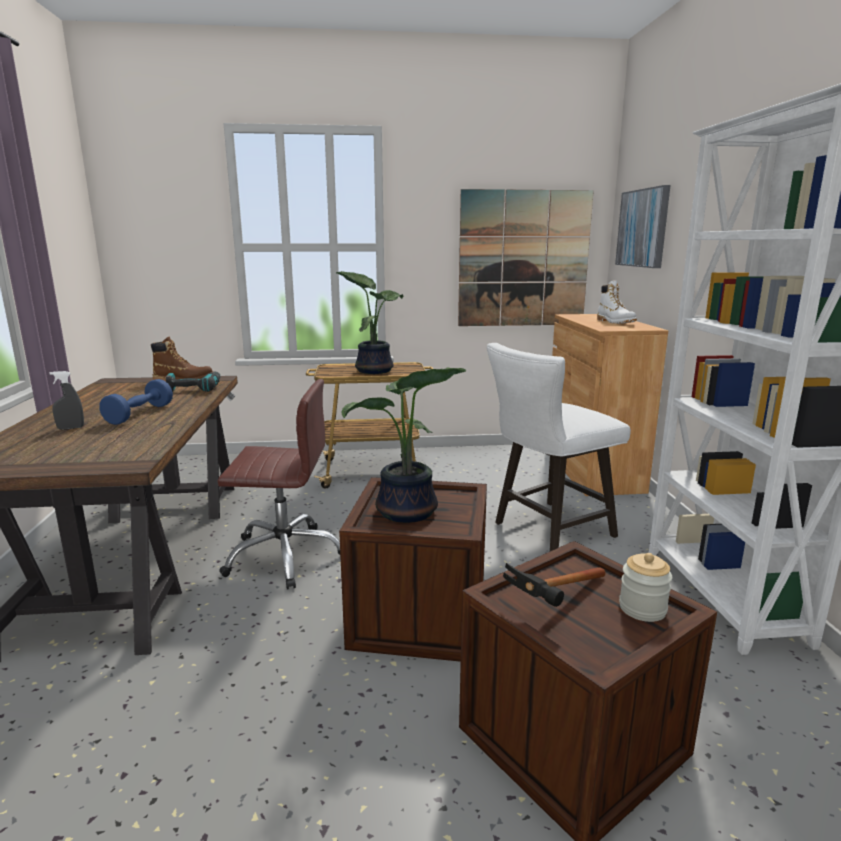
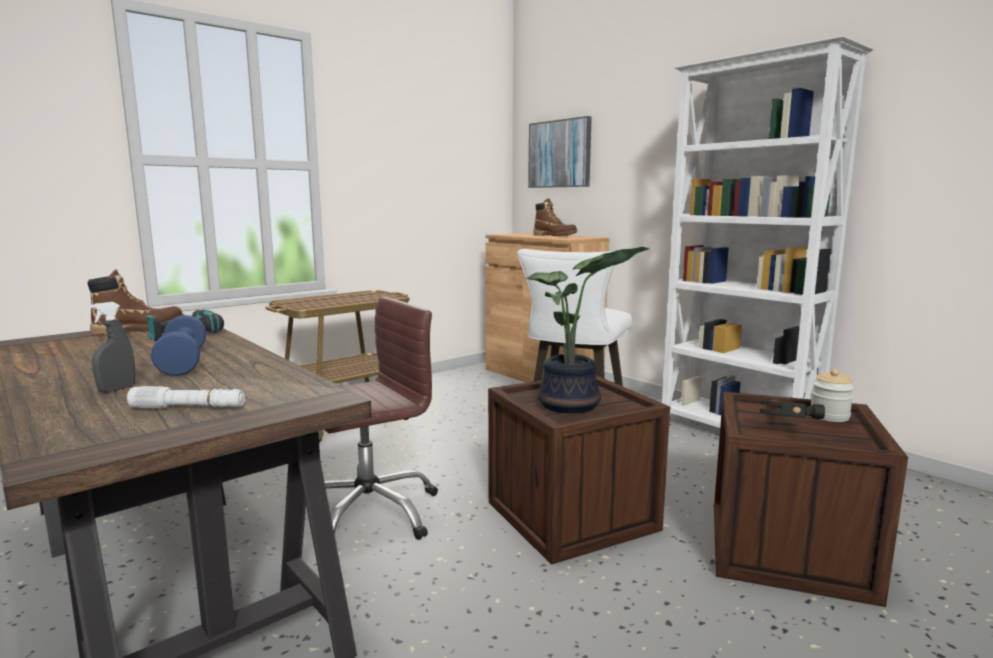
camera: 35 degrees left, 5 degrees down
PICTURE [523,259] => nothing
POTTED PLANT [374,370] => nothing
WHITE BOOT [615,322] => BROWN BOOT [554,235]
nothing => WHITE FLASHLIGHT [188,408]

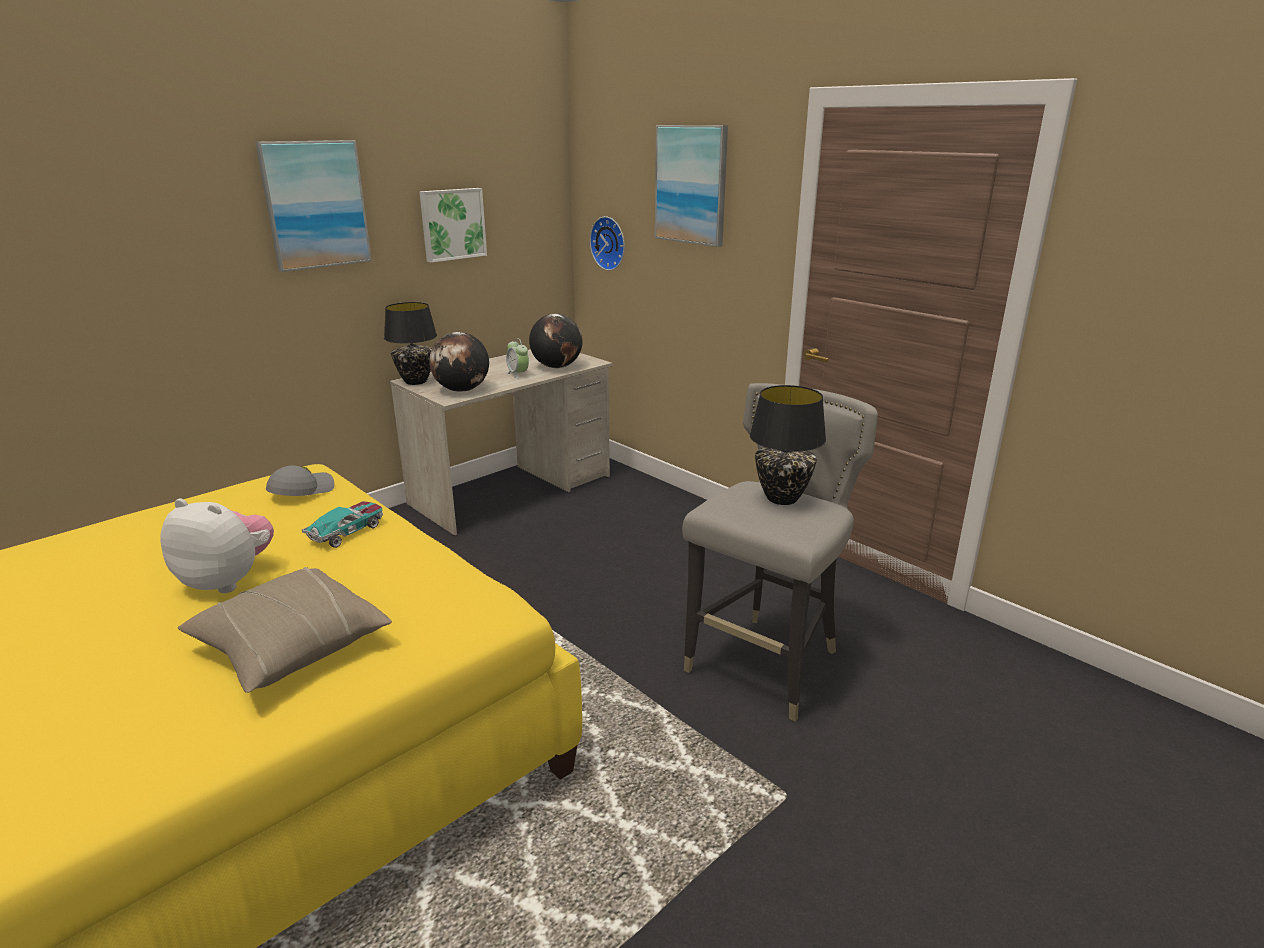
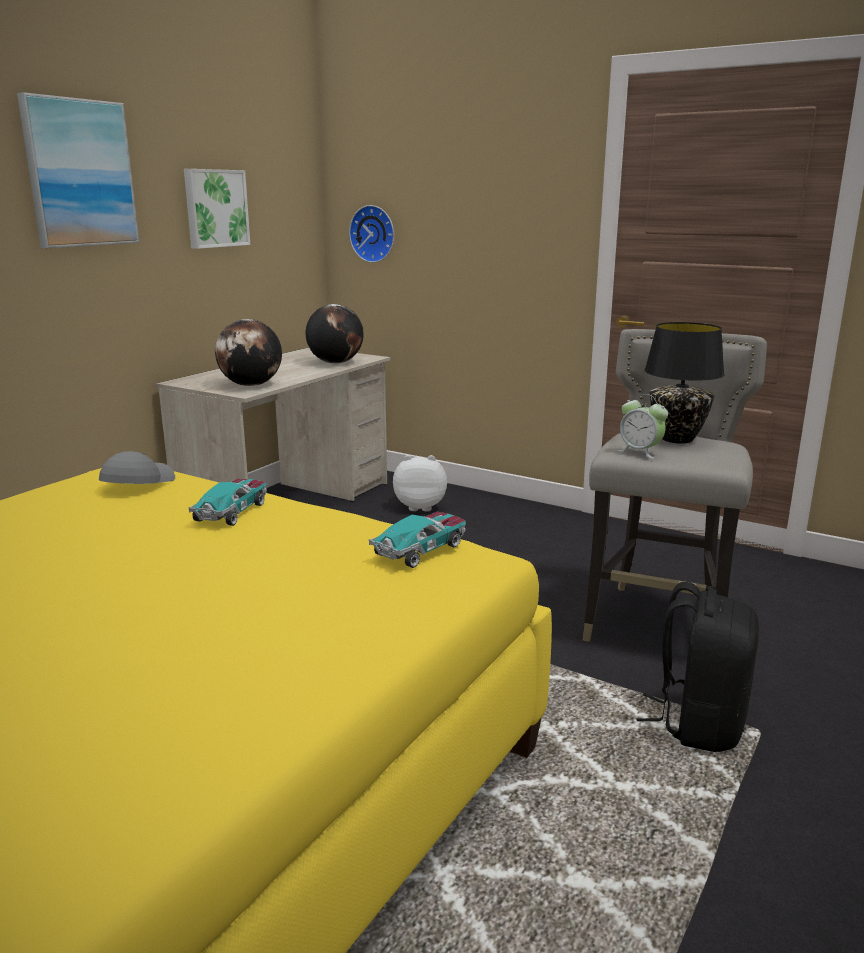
camera: 15 degrees left, 5 degrees down
PICTURE [691,185] => nothing
BLACK TABLE LAMP [415,381] => nothing
ALARM CLOCK [518,374] => ALARM CLOCK [640,452], move
PLUSH TOY [228,580] => PLUSH TOY [420,506], move
BEIGE PILLOW [290,647] => nothing
nothing => TOY CAR [420,549]
nothing => BLACK BACKPACK [698,723]

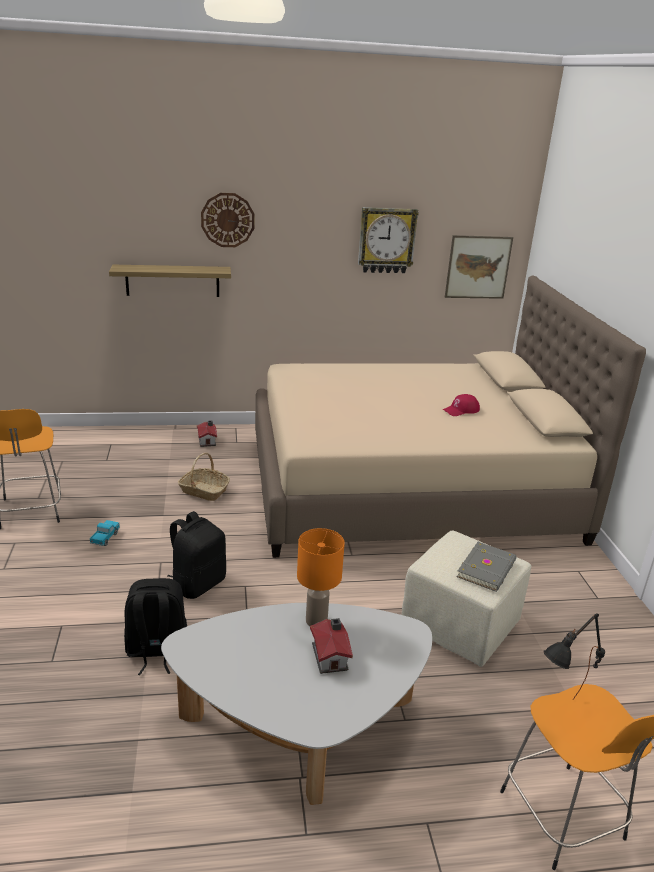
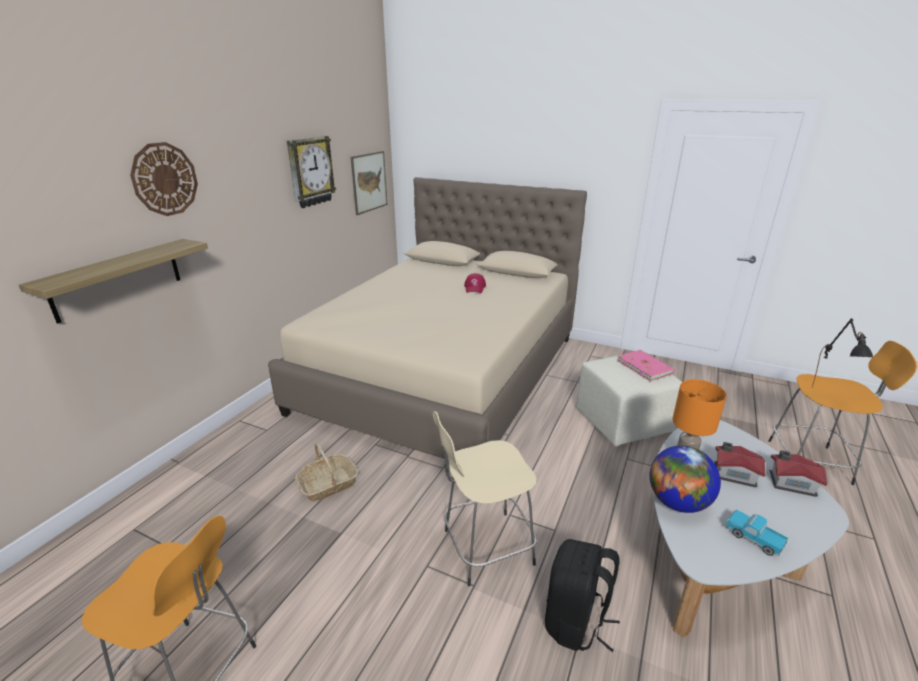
camera: 55 degrees left, 0 degrees up
TOY HOUSE [207,440] => TOY HOUSE [790,482], move
BLACK BACKPACK [198,584] => BEIGE STOOL [485,548]
TOY TRUCK [105,538] => TOY TRUCK [753,538], move
GREY BOOK [487,569] => PINK BOOK [645,367]
nothing => GLOBE [677,502]

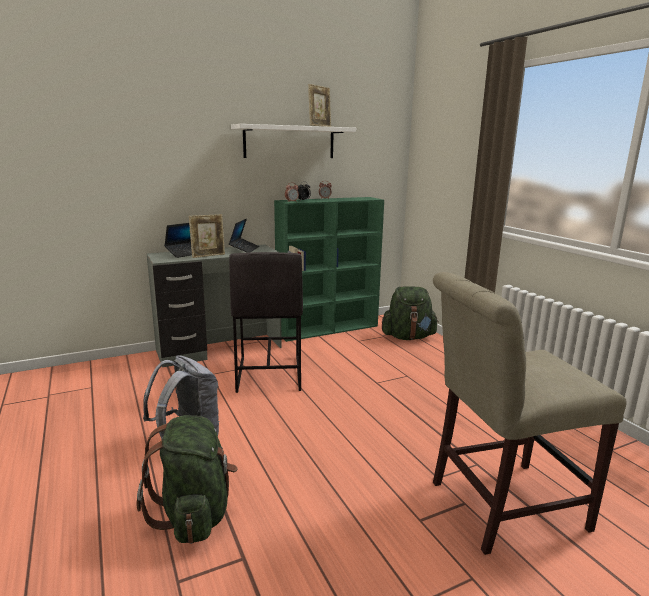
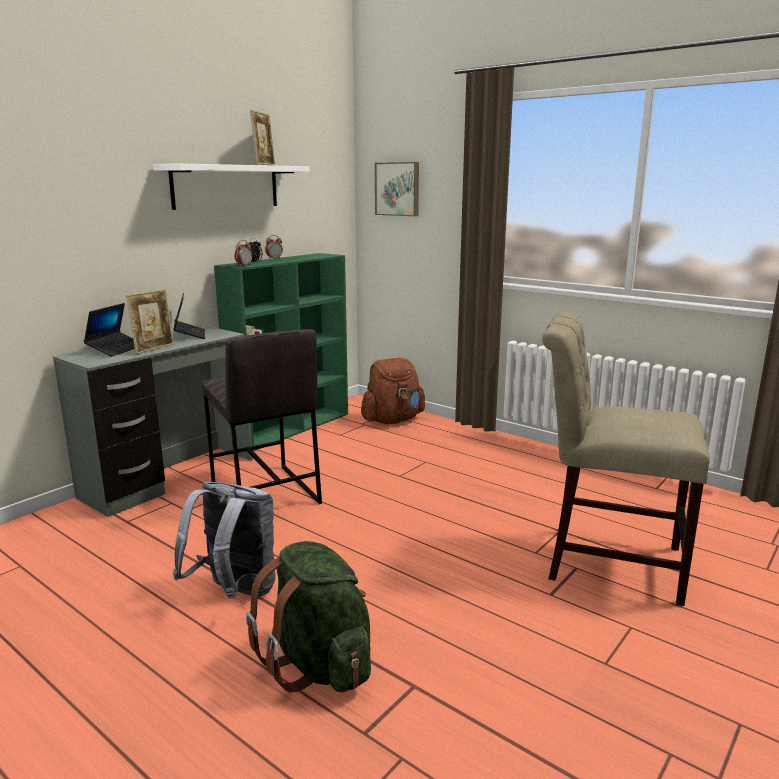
camera: 25 degrees left, 0 degrees up
BEIGE CHAIR [499,505] => BEIGE CHAIR [605,561], 60 degrees clockwise
GREEN BACKPACK [408,337] => BROWN BACKPACK [392,420]
nothing => PICTURE [398,189]

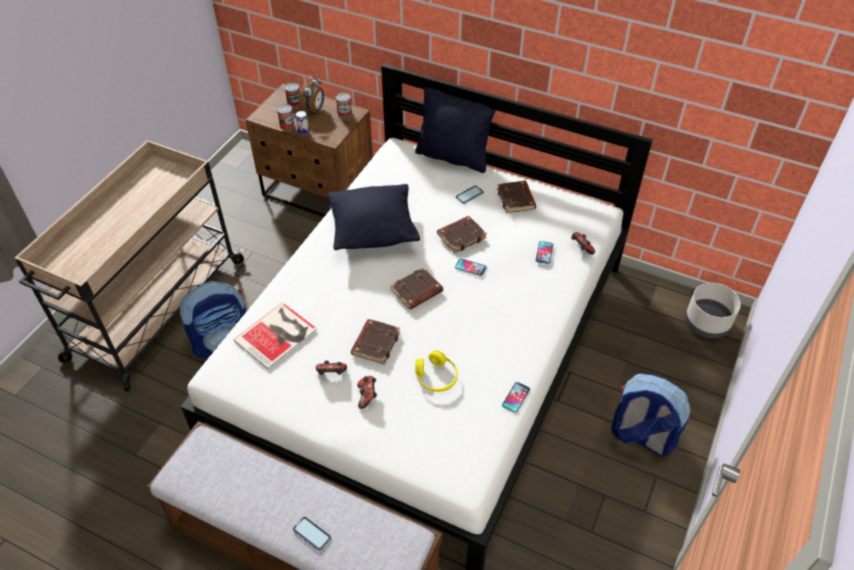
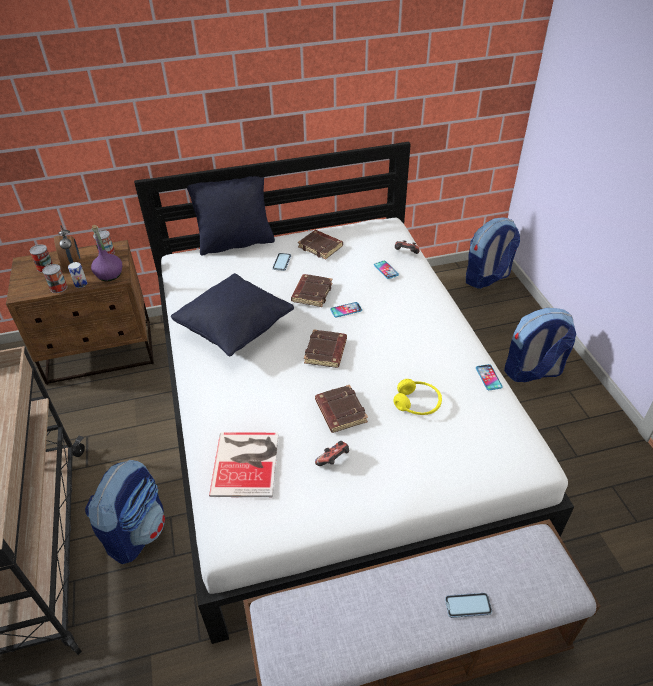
camera: 40 degrees left, 5 degrees down
GREY PLANTER [706,323] => BACKPACK [487,278]
GAME CONTROLLER [367,396] => nothing
nothing => PURPLE BOTTLE [109,274]

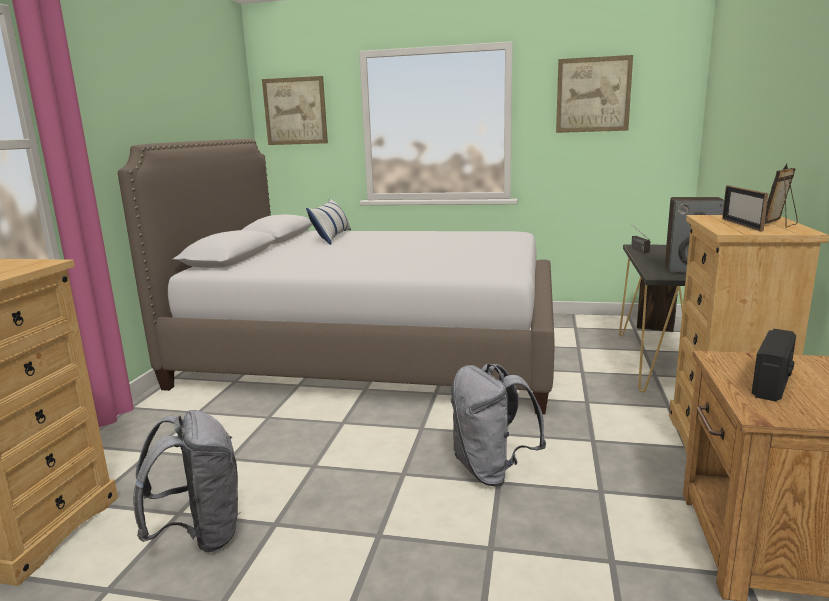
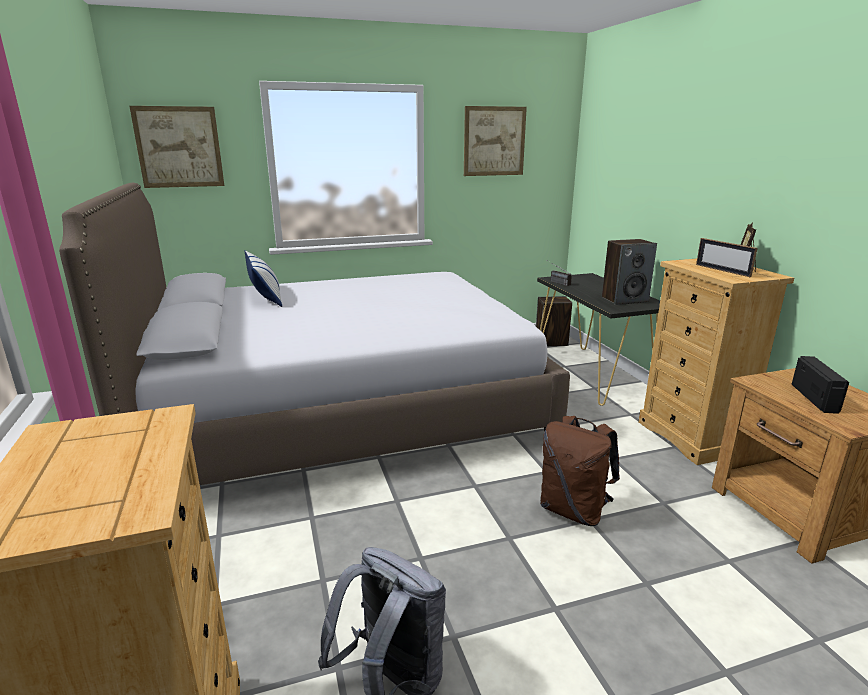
camera: 30 degrees left, 5 degrees up
GREY BACKPACK [491,471] => BROWN BACKPACK [574,510]

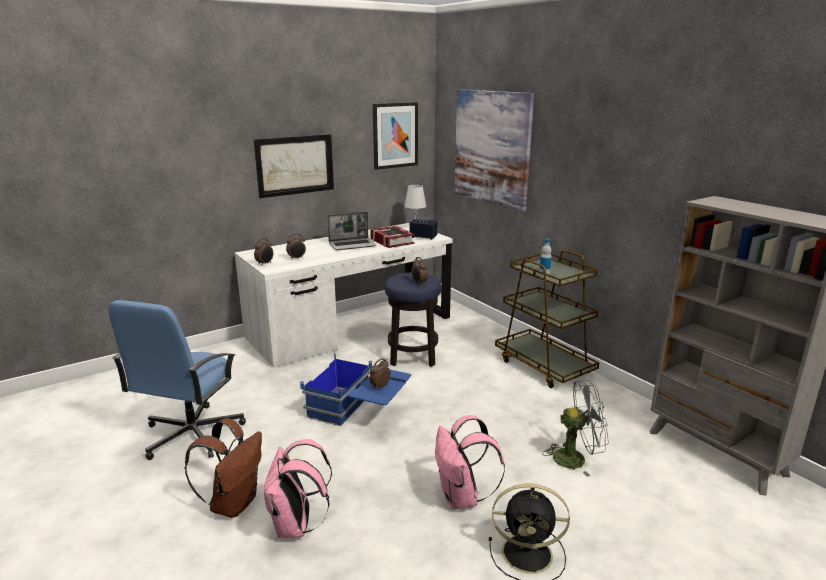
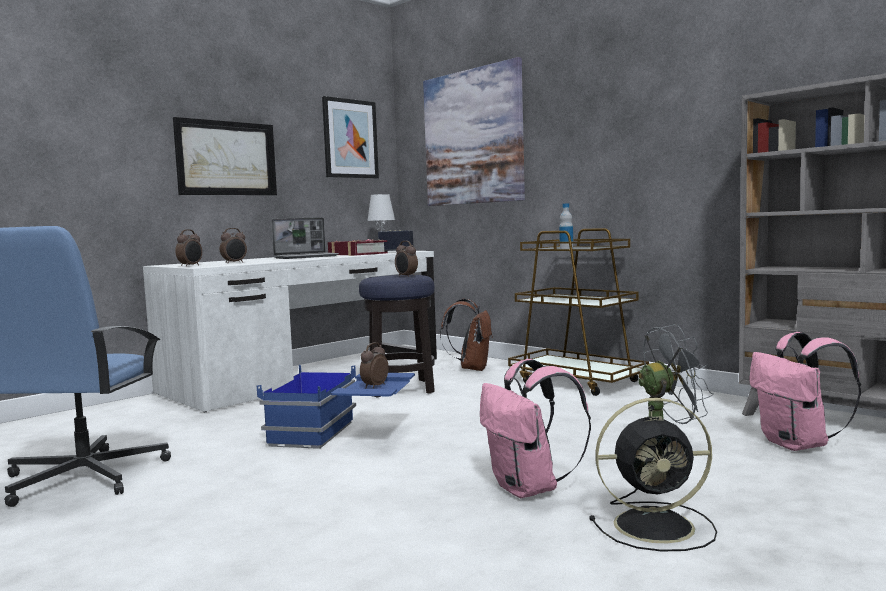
camera: 10 degrees left, 15 degrees down
BROWN BACKPACK [234,503] => BROWN BACKPACK [471,368], move
PINK BACKPACK [296,526] => PINK BACKPACK [798,445], move

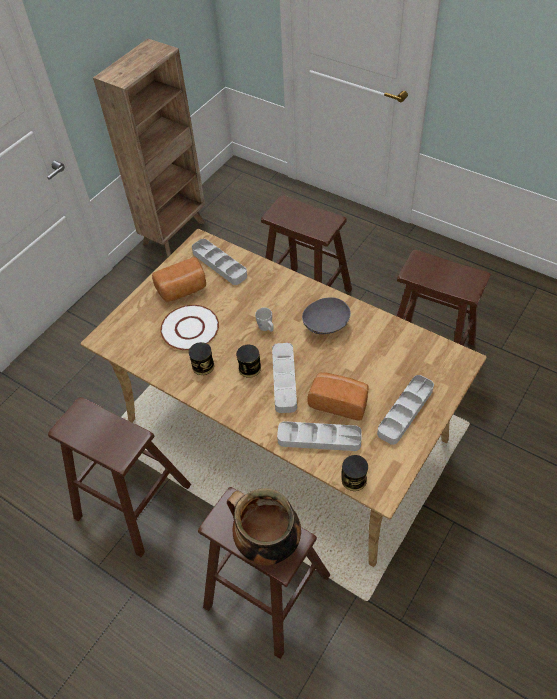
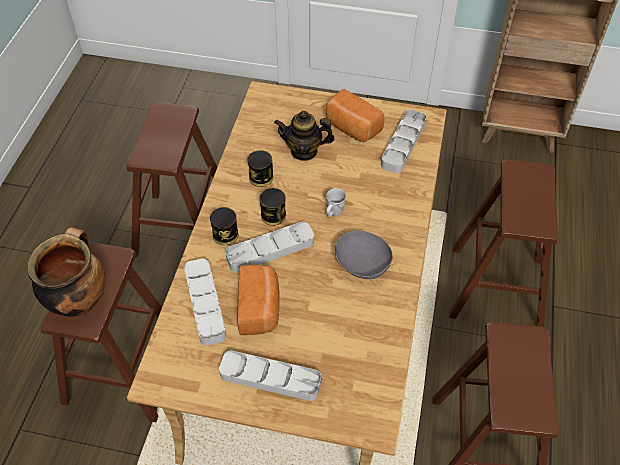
camera: 65 degrees right, 0 degrees up
WHITE PLATE [190,328] => TEAPOT [304,151]
CAN [354,479] => CAN [225,235], move

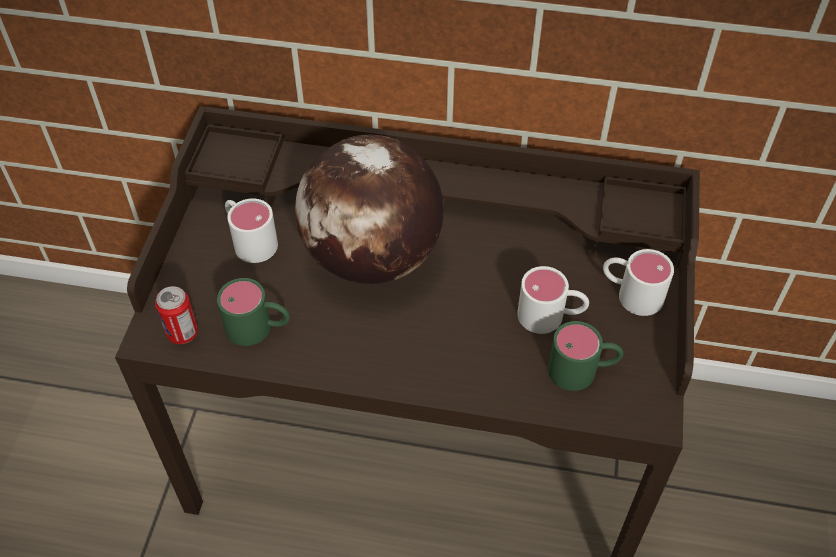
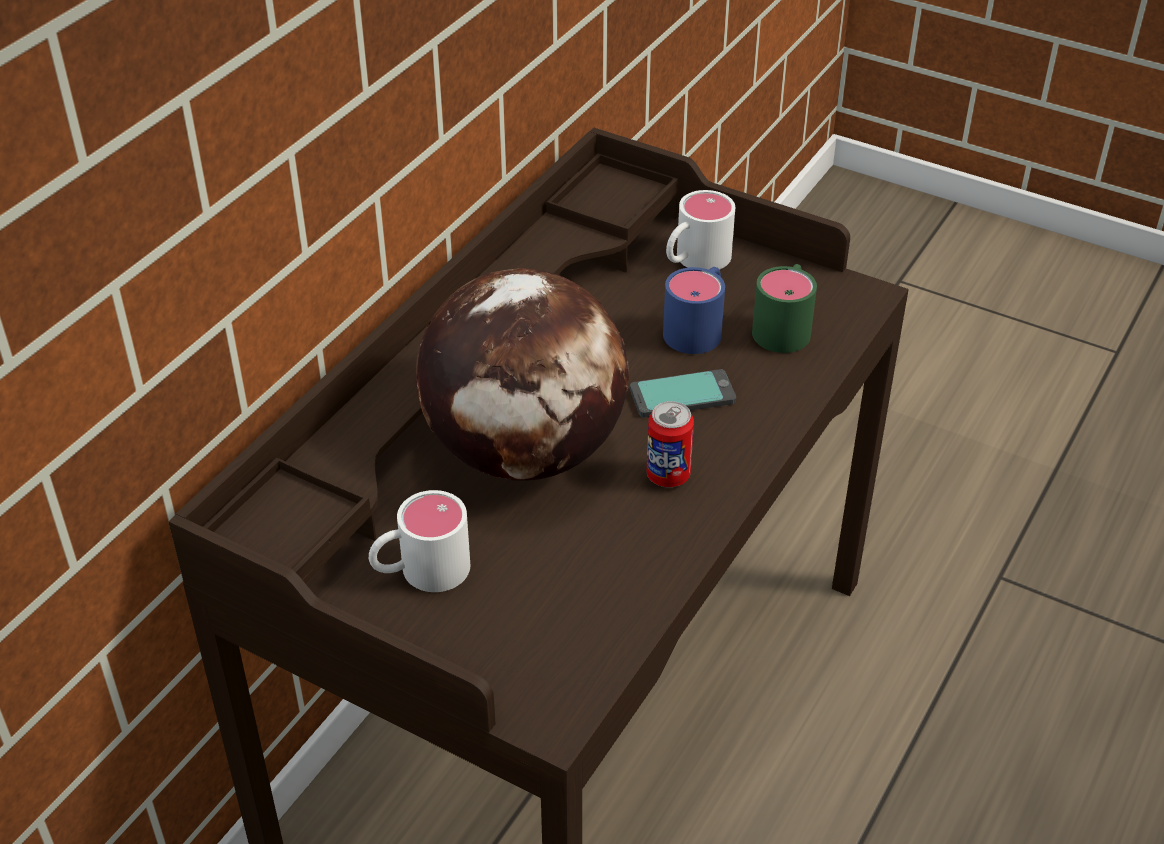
camera: 70 degrees left, 10 degrees down
WHITE MUG [551,316] => BLUE MUG [698,327]
GREEN MUG [259,328] => nothing
CAN [182,333] => CAN [668,475], move
nothing => PHONE [682,395]

